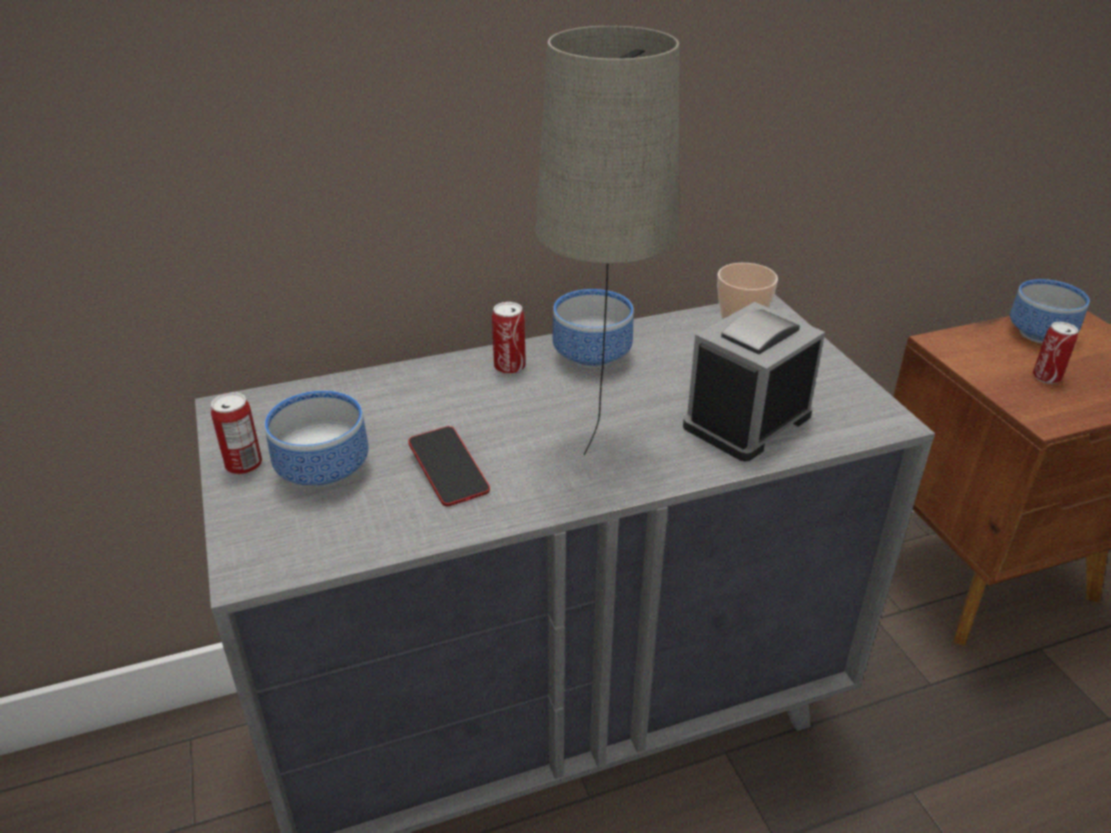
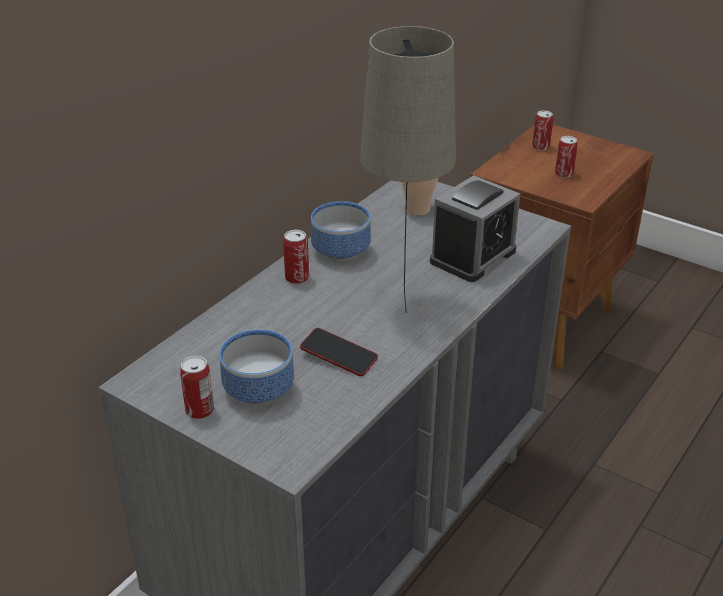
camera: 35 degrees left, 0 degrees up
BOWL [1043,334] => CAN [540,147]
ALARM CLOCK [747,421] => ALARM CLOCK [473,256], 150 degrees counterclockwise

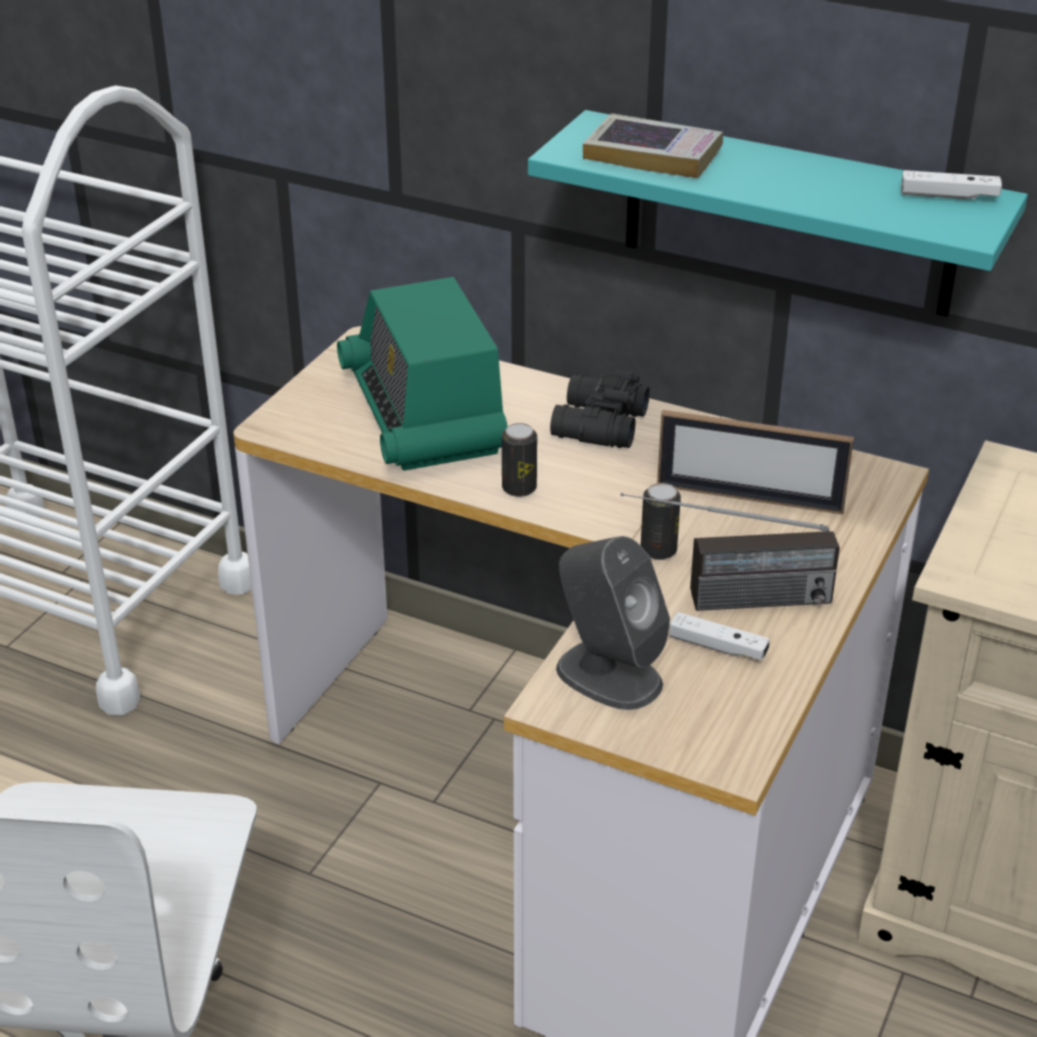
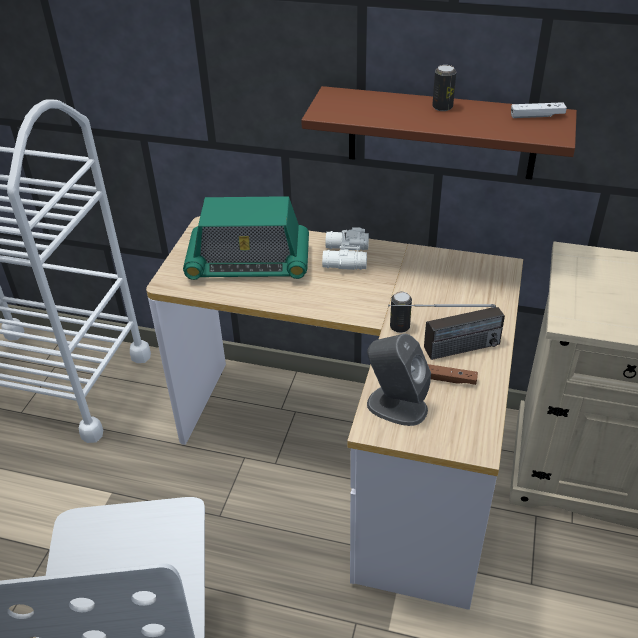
camera: 10 degrees left, 5 degrees up
TURQUOISE SHELF [789,215] => BROWN SHELF [441,133]
BOOK [653,155] => nothing
RADIO [423,413] => RADIO [248,263], 60 degrees counterclockwise
BLACK BINOCULARS [596,425] => WHITE BINOCULARS [344,258]
PICTURE FRAME [749,498] => nothing
CAN [519,488] => CAN [442,107], move
WHITE GAME CONTROLLER [718,646] => BROWN GAME CONTROLLER [449,379]

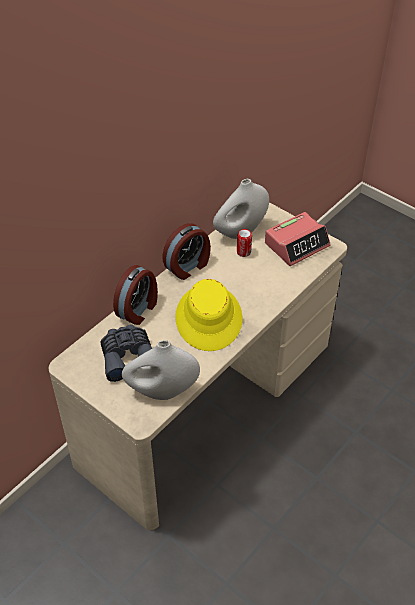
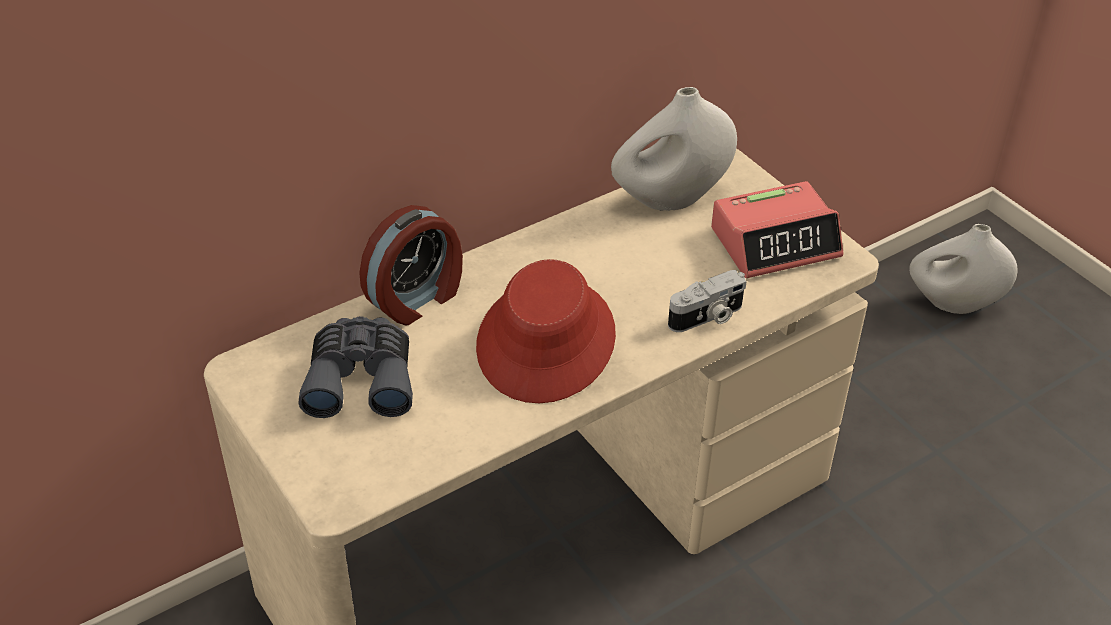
camera: 15 degrees right, 5 degrees down
ALARM CLOCK [188,266] => nothing
CAN [243,252] => nothing
YELLOW HAT [209,318] => RED HAT [547,341]
WHITE VASE [162,391] => WHITE VASE [953,304], move
nothing => PHOTO CAMERA [707,317]

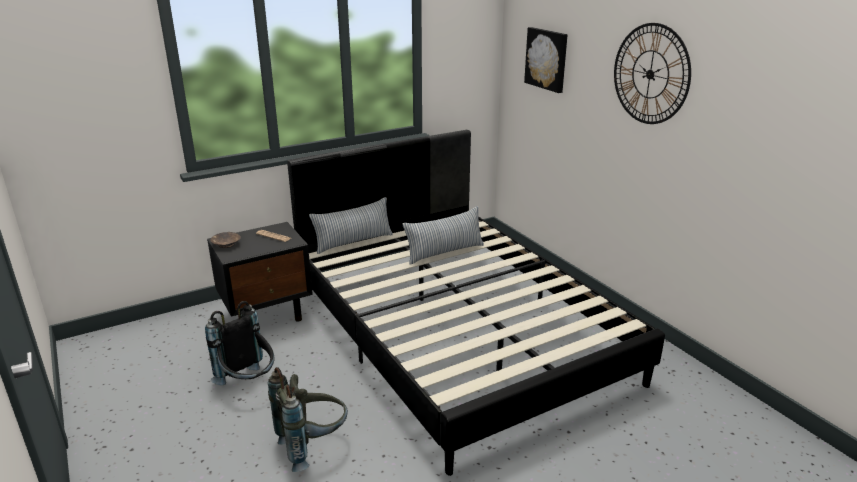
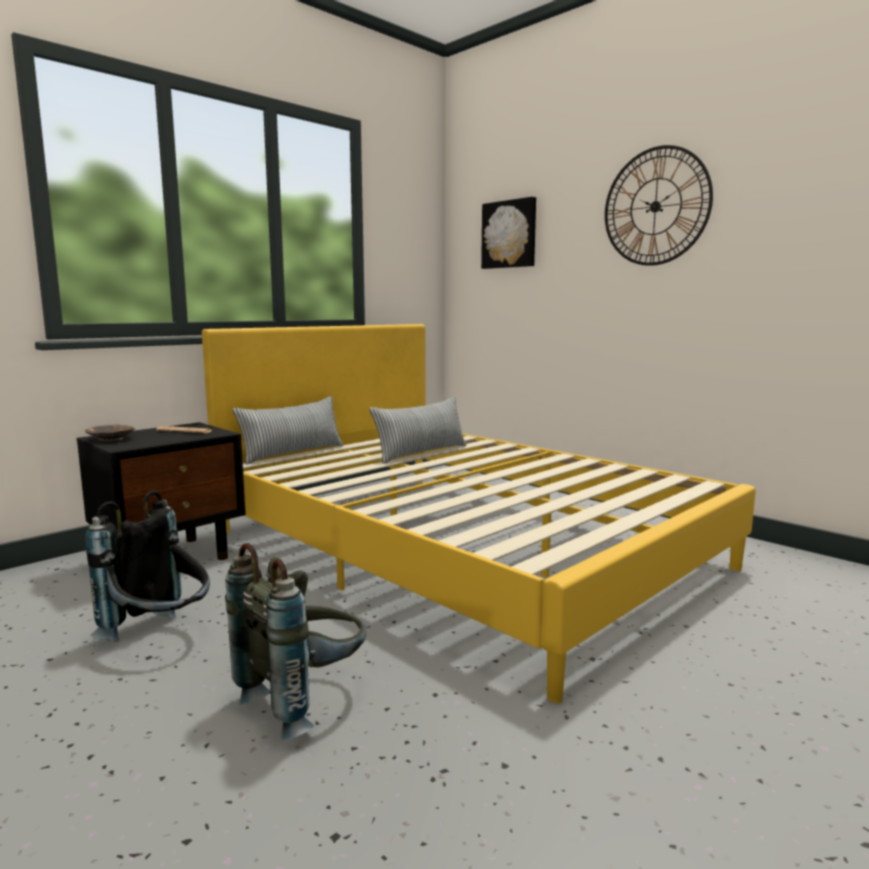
camera: 15 degrees left, 15 degrees down
BLACK BED [457,332] => YELLOW BED [460,548]

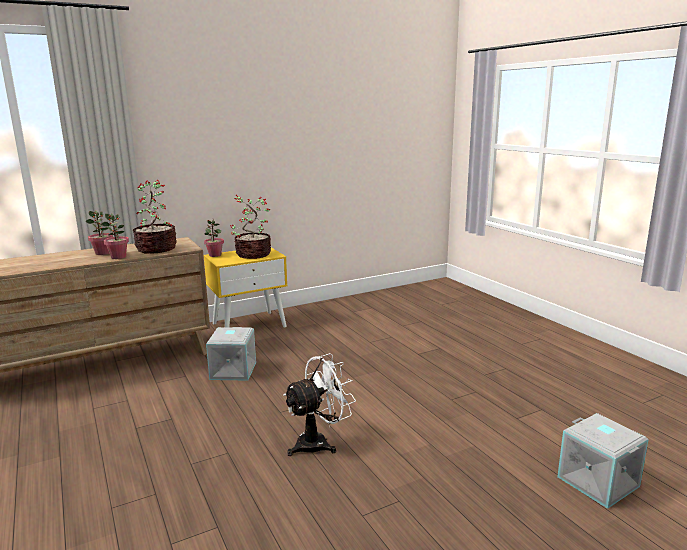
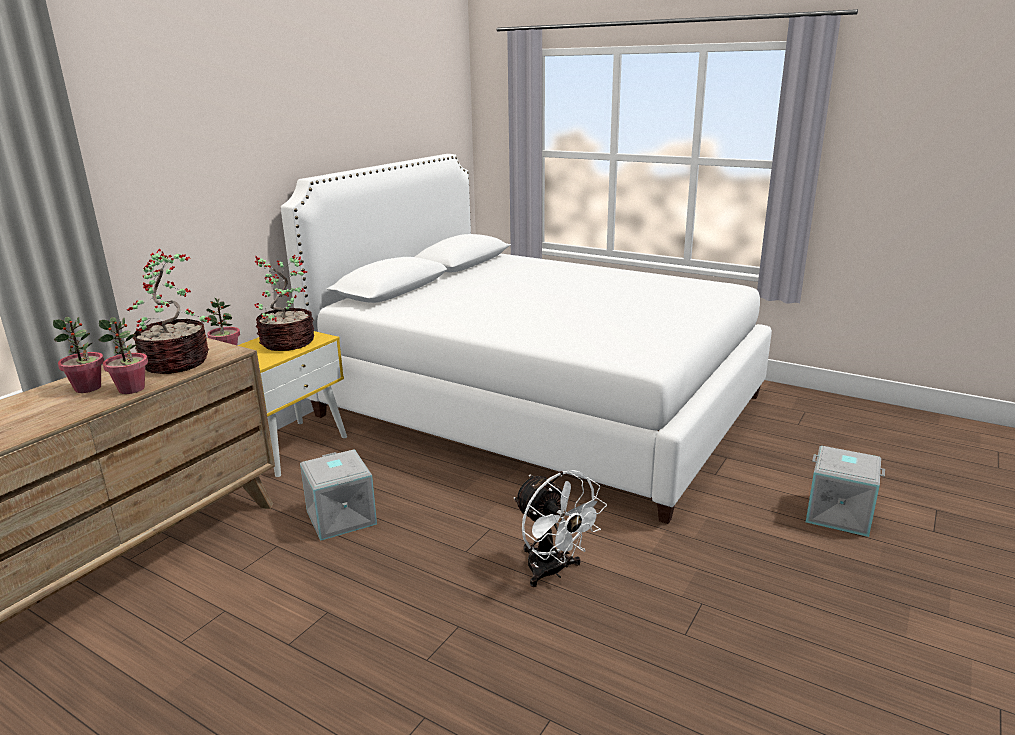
camera: 30 degrees left, 5 degrees up
WHITE FAN [319,442] => WHITE FAN [553,572], 120 degrees clockwise
nothing => WHITE BED [539,406]

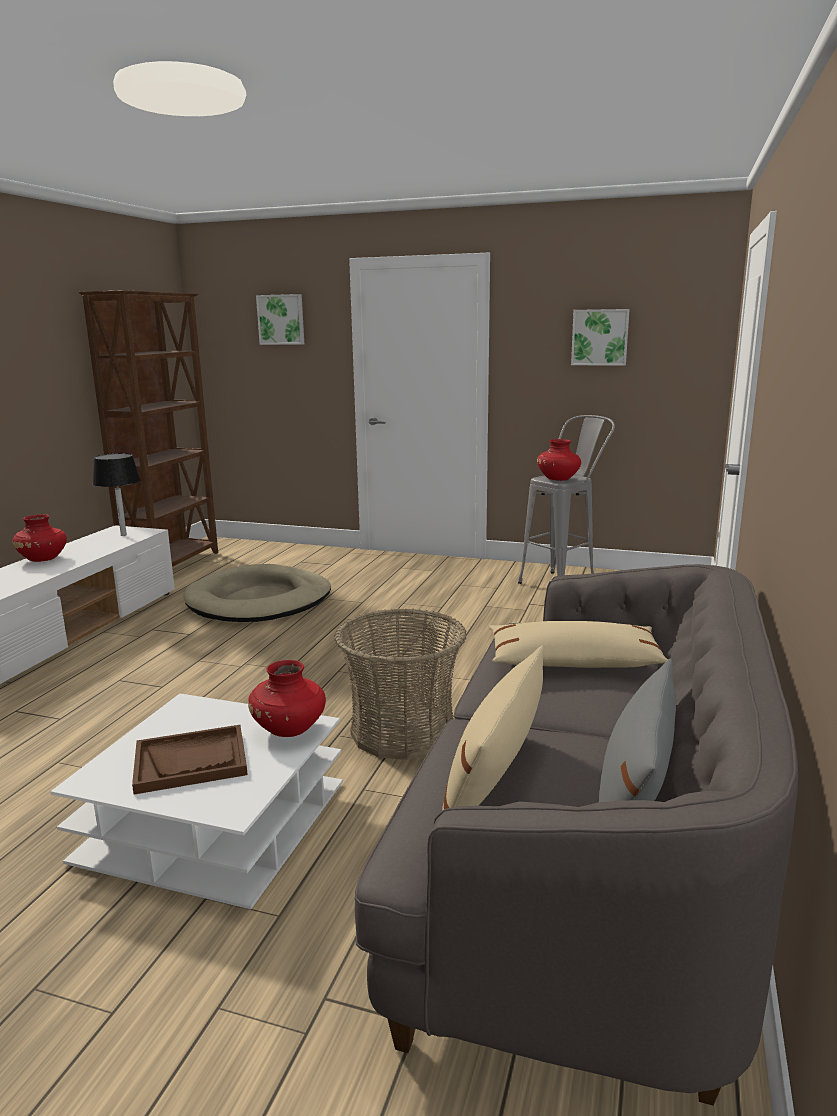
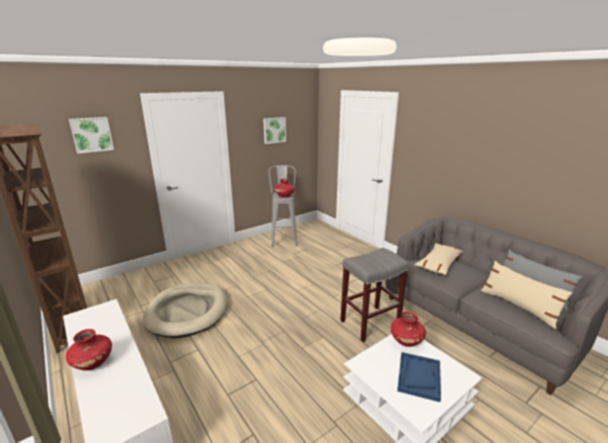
camera: 55 degrees left, 5 degrees up
BLACK TABLE LAMP [123,535] => nothing
BASKET [403,731] => GREY STOOL [370,322]
BROWN TRAY [191,761] => BLUE TRAY [418,376]

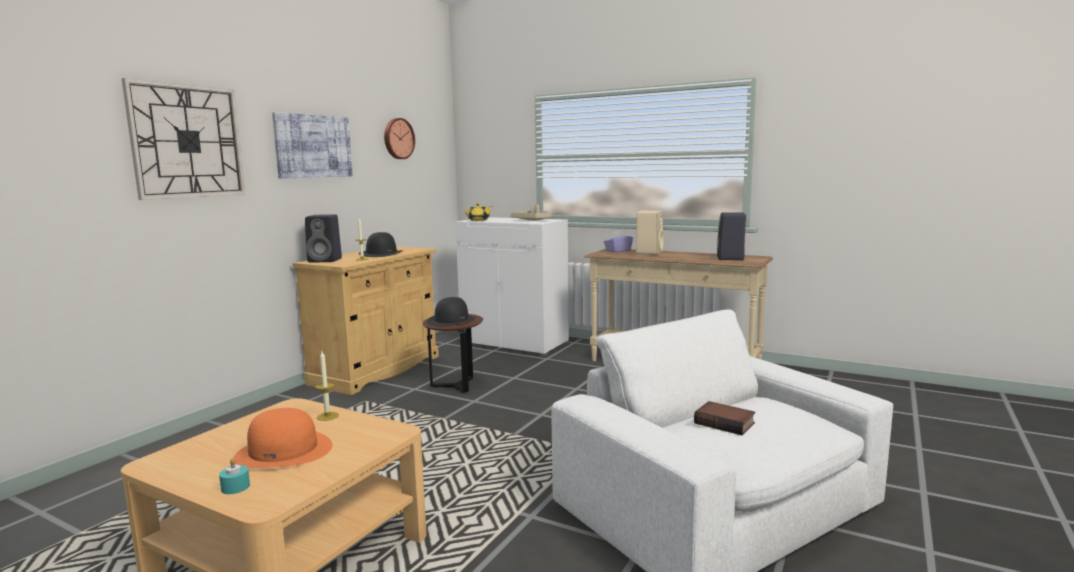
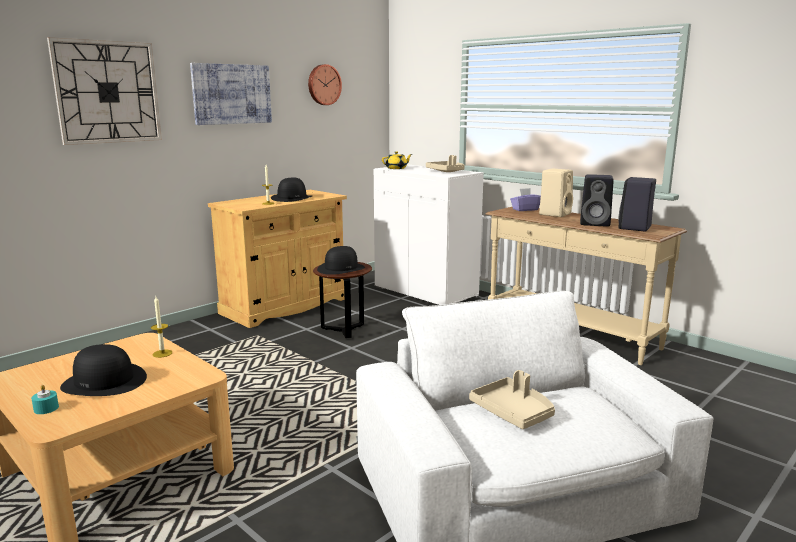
camera: 15 degrees right, 5 degrees up
BLACK SPEAKER [326,260] => BLACK SPEAKER [596,223], move
BOOK [725,423] => BEIGE TRAY [513,412]
ORANGE HAT [284,451] => BLACK HAT [105,381]

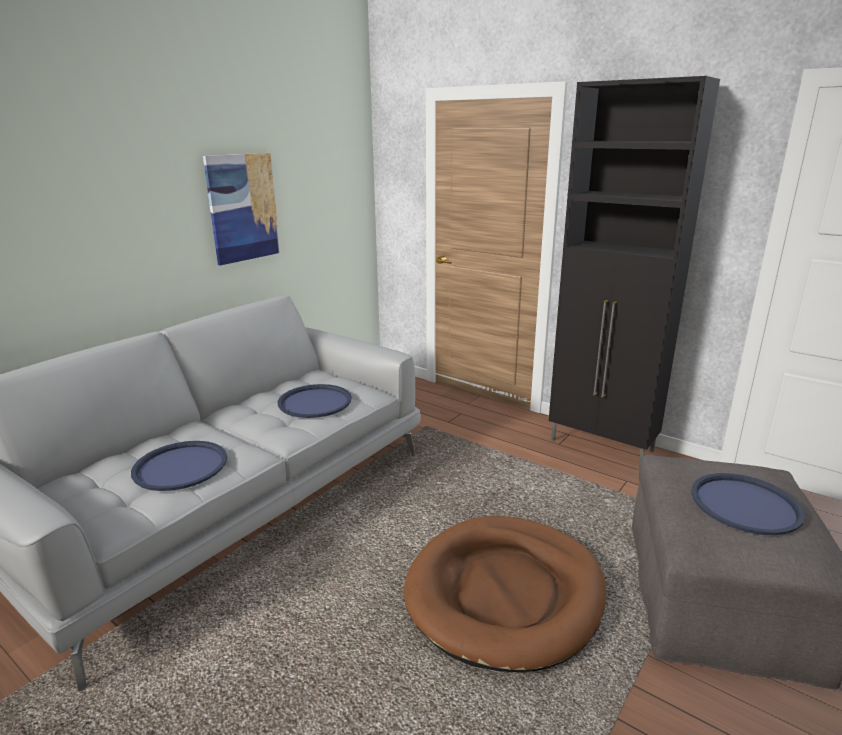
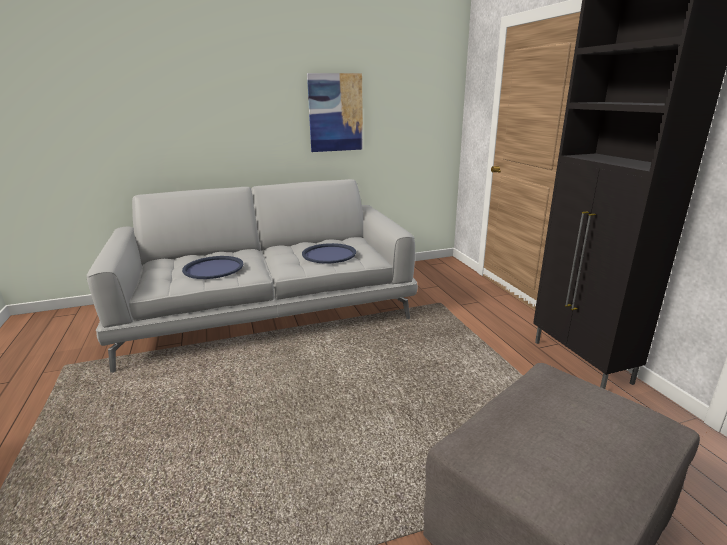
camera: 35 degrees right, 0 degrees up
BLUE TRAY [745,504] => nothing
BROWN DOG BED [505,593] => nothing

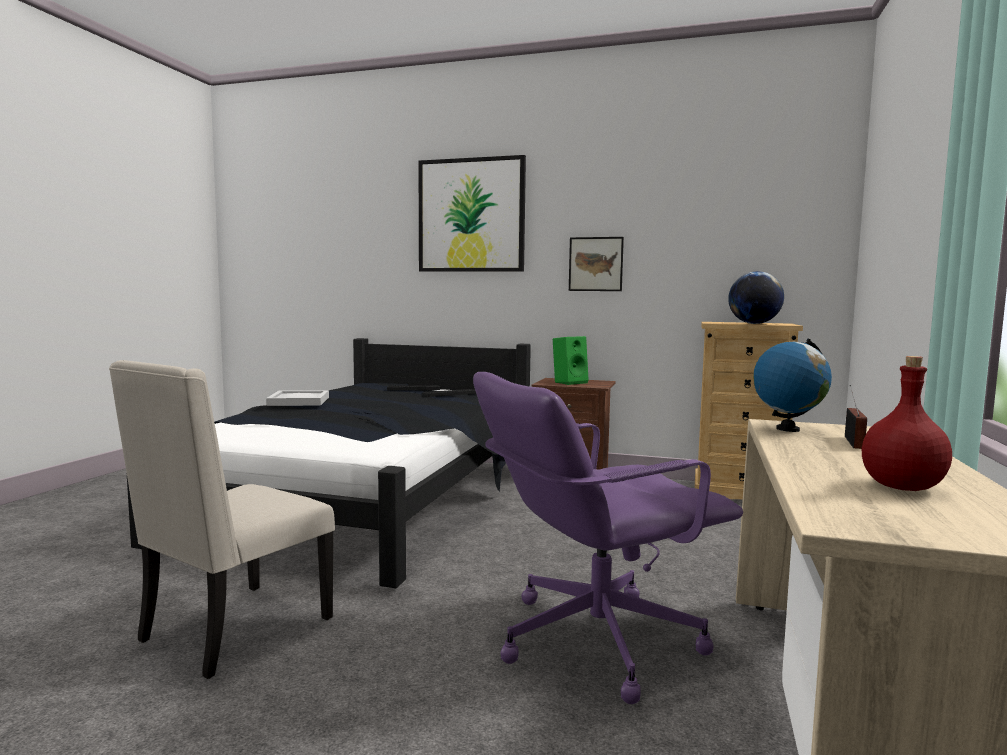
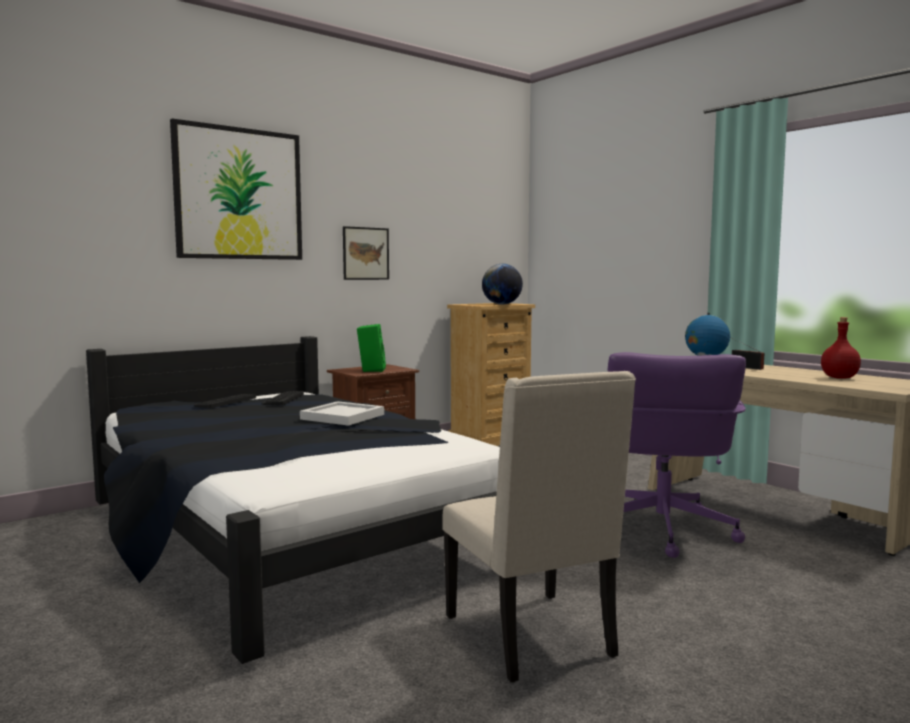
camera: 55 degrees left, 0 degrees up
WHITE TRAY [300,401] => WHITE TRAY [342,416], move

